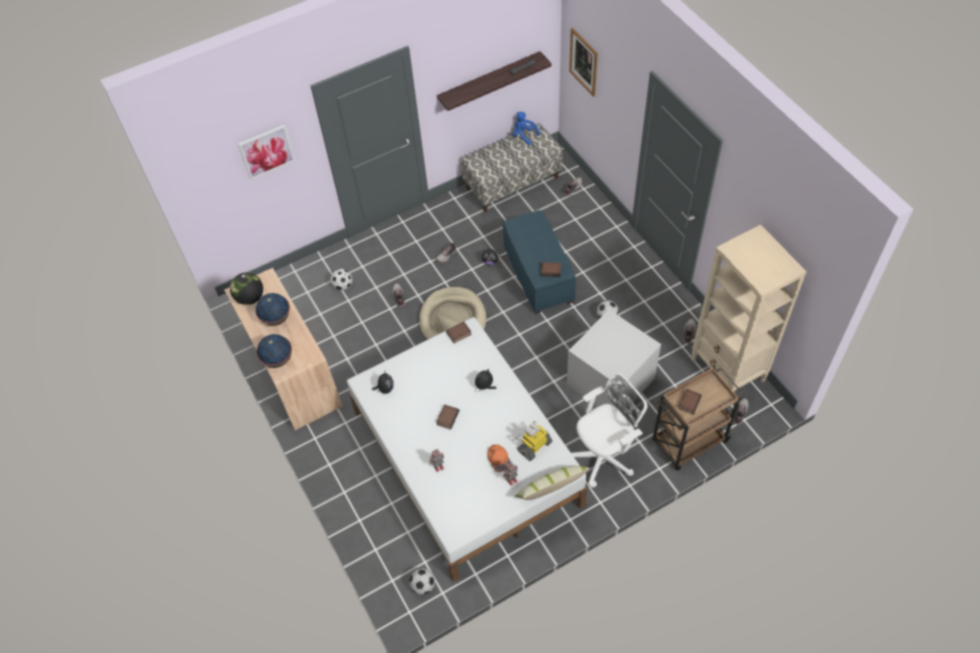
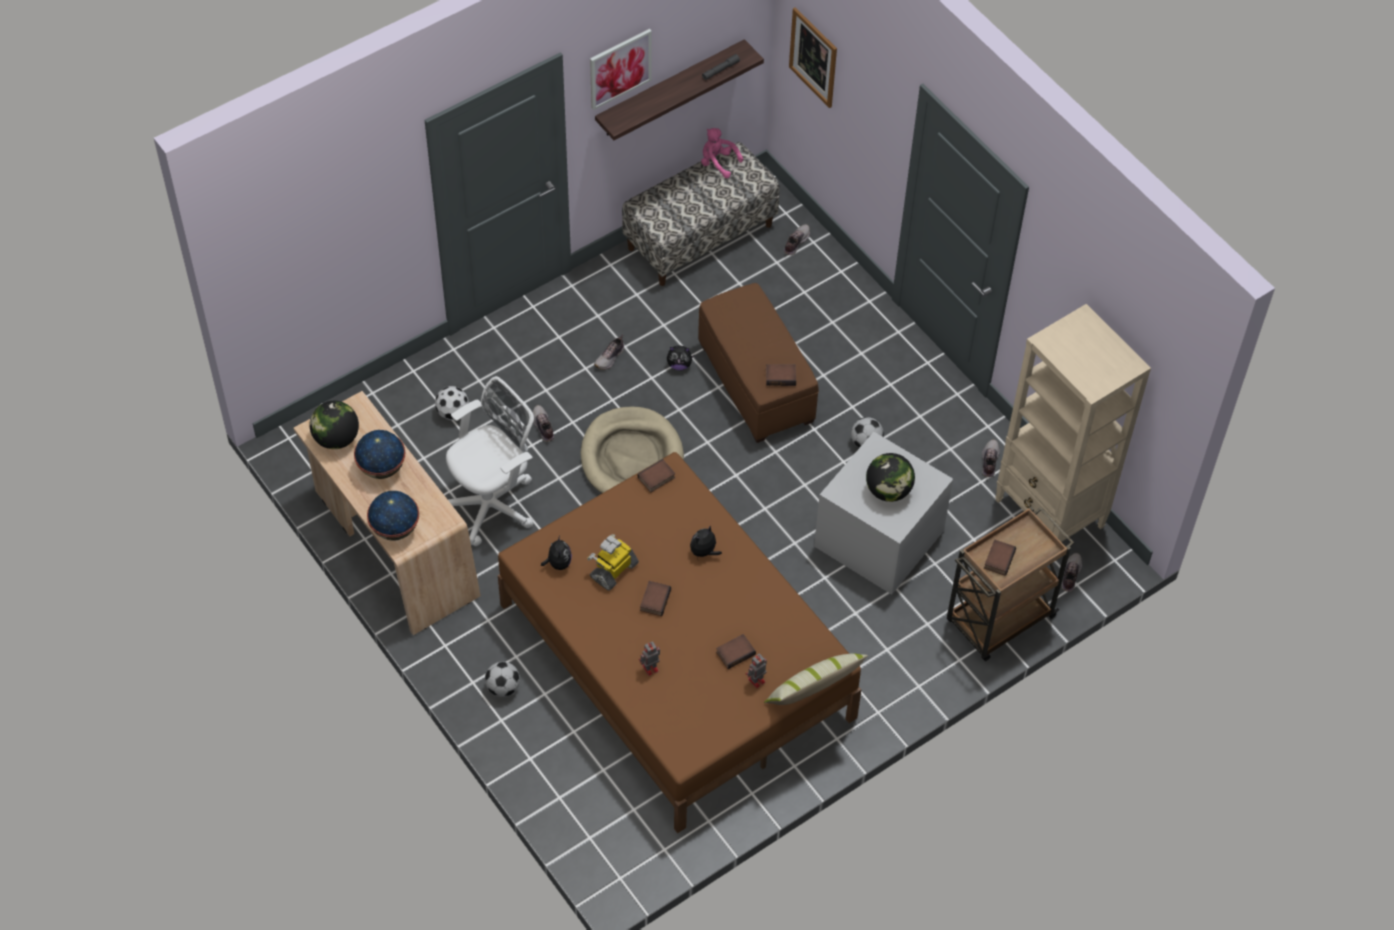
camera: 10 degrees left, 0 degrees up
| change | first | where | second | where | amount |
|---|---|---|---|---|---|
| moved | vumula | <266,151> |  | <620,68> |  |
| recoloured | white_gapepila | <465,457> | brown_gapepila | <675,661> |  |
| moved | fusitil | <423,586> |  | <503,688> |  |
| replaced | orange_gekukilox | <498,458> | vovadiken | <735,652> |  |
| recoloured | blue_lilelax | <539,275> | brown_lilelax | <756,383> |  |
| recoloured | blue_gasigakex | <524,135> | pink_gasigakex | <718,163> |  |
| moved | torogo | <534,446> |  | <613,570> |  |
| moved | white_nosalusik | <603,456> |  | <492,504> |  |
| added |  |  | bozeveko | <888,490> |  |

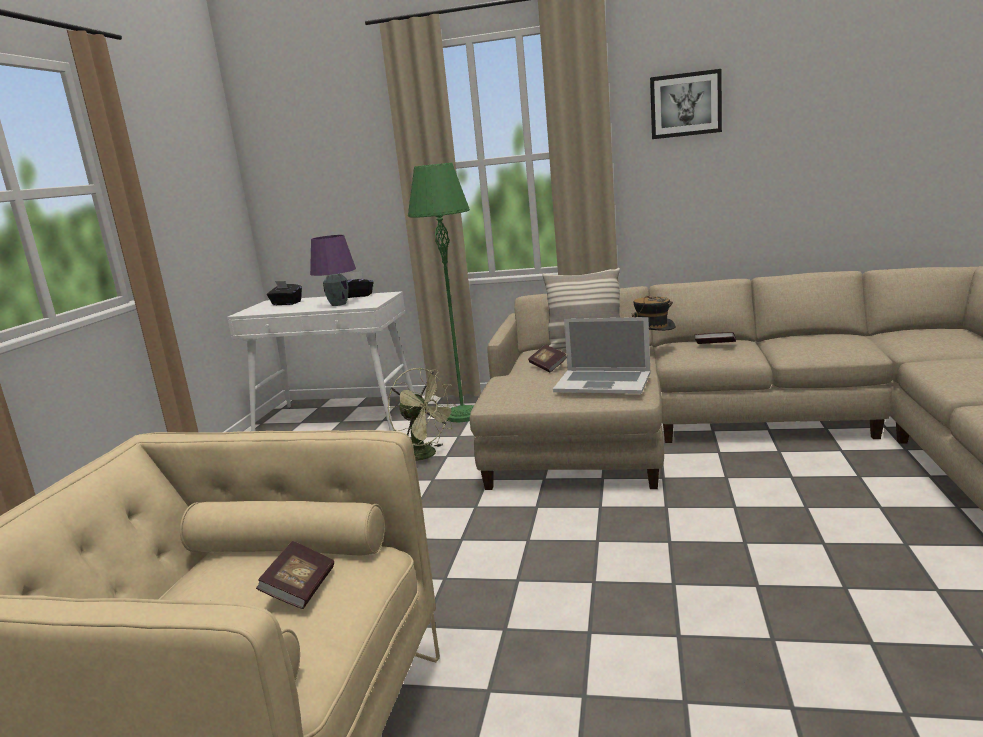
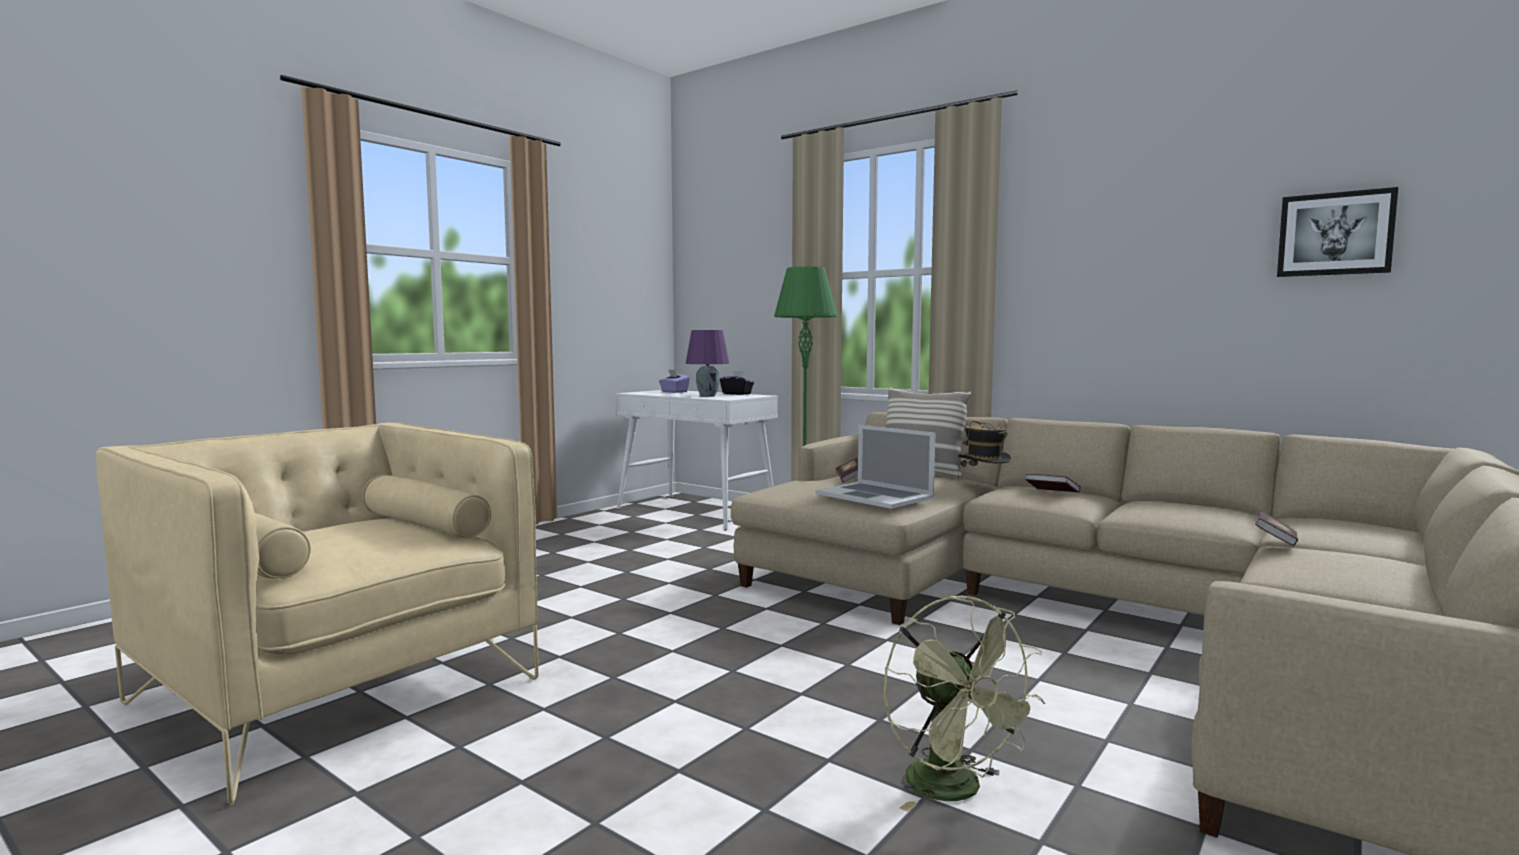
camera: 25 degrees right, 10 degrees down
| change | first | where | second | where | amount |
|---|---|---|---|---|---|
| moved | vovadiken | <300,589> |  | <1275,541> |  |
| recoloured | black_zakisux | <286,303> | purple_zakisux | <674,392> |  |
| moved | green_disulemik | <426,455> |  | <956,791> |  |
| moved | vumula | <685,105> |  | <1335,234> |  |

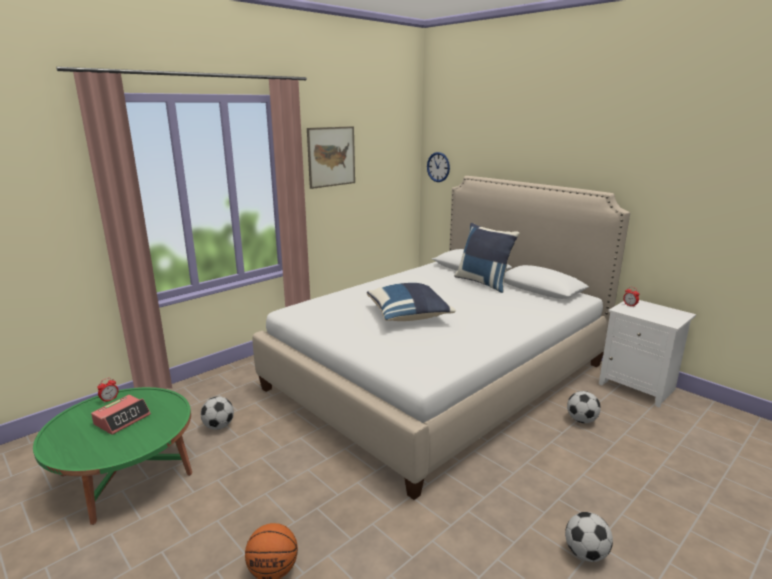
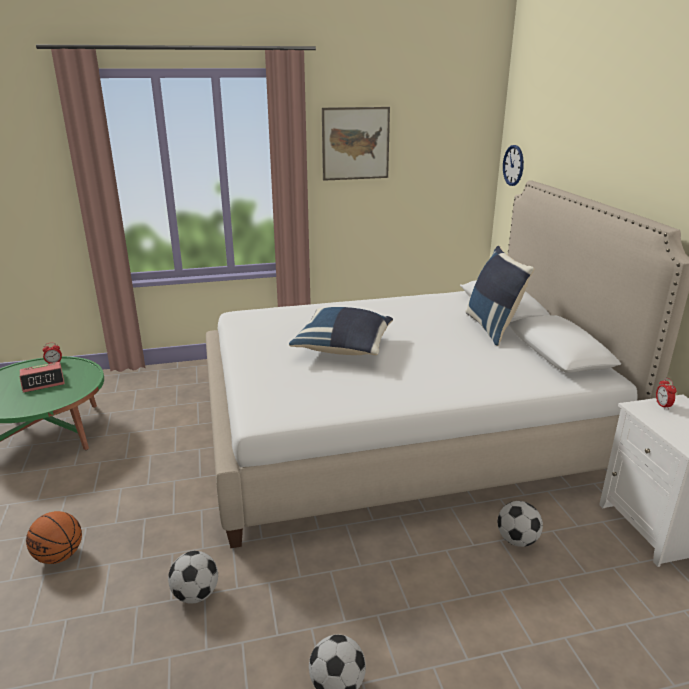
camera: 30 degrees right, 5 degrees up
| change | first | where | second | where | amount |
|---|---|---|---|---|---|
| moved | fusitil | <219,426> |  | <195,595> |  |

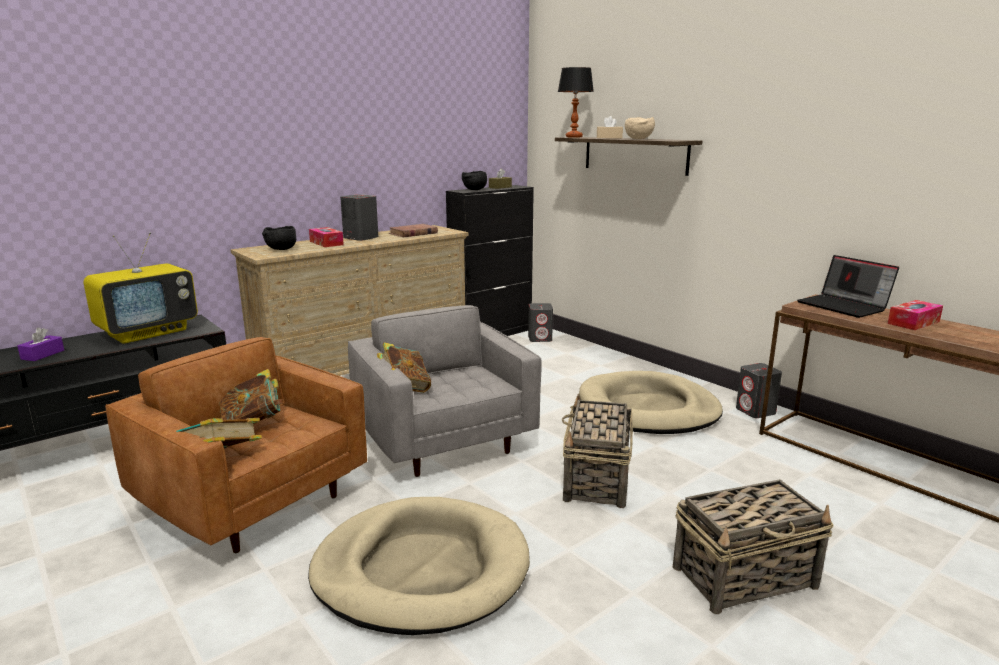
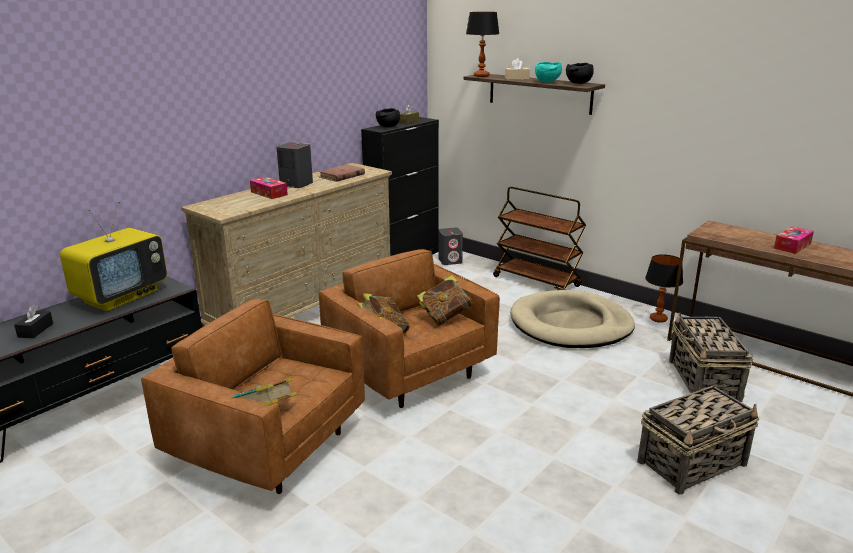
camera: 10 degrees left, 5 degrees up
| change | first | where | second | where | amount |
|---|---|---|---|---|---|
| recoloured | purple_zakisux | <43,355> | black_zakisux | <35,330> |  |
| moved | vovadiken | <253,424> |  | <445,317> |  |
| moved | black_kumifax | <281,249> |  | <578,83> |  |
| removed | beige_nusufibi | <421,570> |  |  |  |
| recoloured | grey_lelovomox | <443,442> | brown_lelovomox | <409,373> |  |
| moved | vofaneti | <596,480> |  | <704,381> |  |
| recoloured | beige_kumifax | <639,139> | turquoise_kumifax | <548,82> |  |
| replaced | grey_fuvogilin | <756,411> | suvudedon | <658,319> |  |
| removed | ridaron | <844,306> |  |  |  |
| added |  |  | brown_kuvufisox | <537,281> |  |

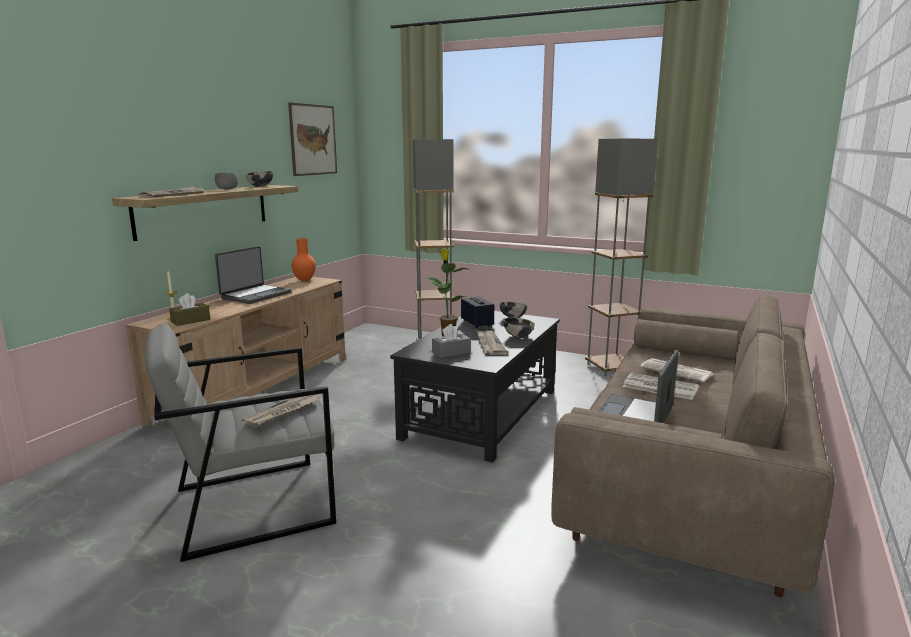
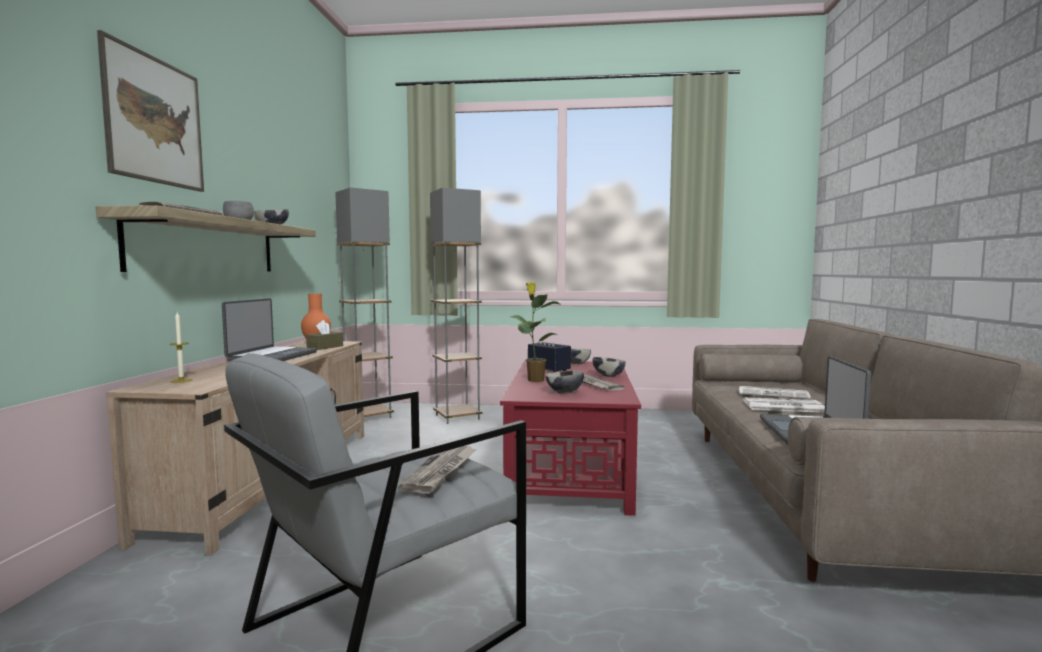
camera: 20 degrees left, 10 degrees down
| change | first | where | second | where | amount |
|---|---|---|---|---|---|
| moved | brown_zakisux | <190,321> |  | <325,347> |  |
| moved | vumula | <313,140> |  | <155,120> |  |
| recoloured | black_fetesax | <481,413> | red_fetesax | <569,469> |  |
| replaced | grey_zakisux | <451,352> | kumifax | <564,393> |  |
| moved | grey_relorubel | <610,368> |  | <368,417> |  |

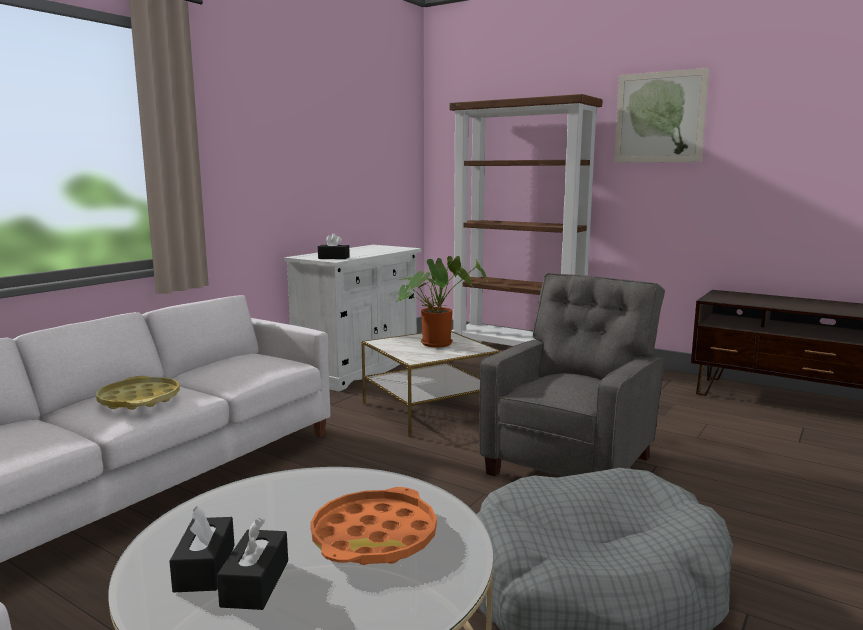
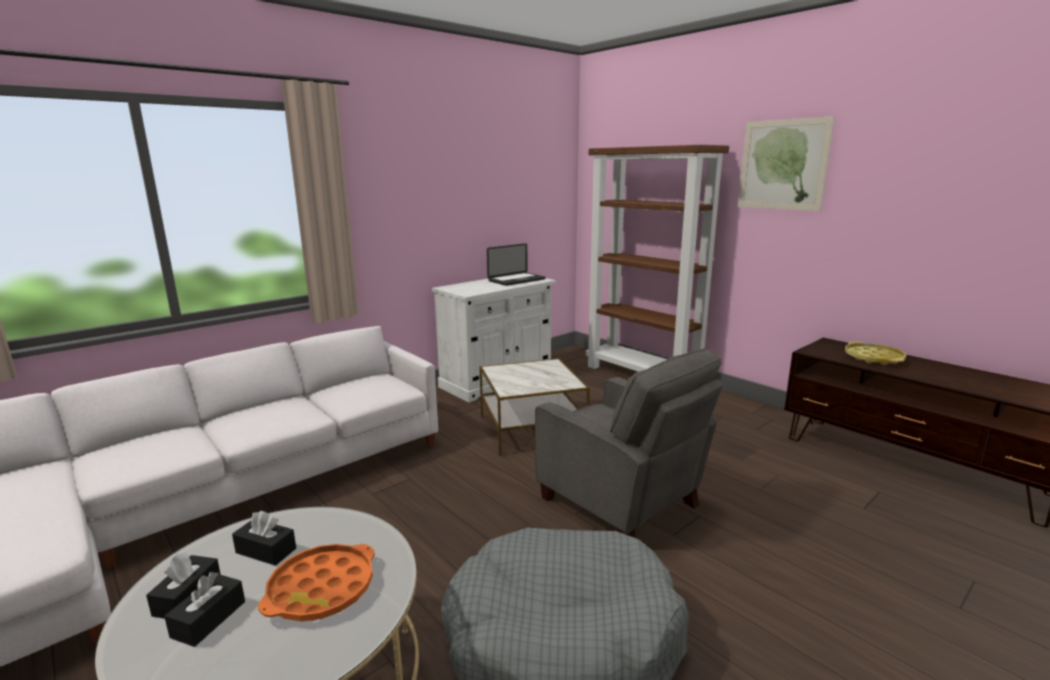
camera: 15 degrees right, 5 degrees up
| change | first | where | second | where | amount |
|---|---|---|---|---|---|
| moved | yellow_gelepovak | <139,400> |  | <873,358> |  |
| moved | black_zakisux | <333,258> |  | <266,550> |  |
| removed | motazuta | <438,343> |  |  |  |
| turned | grey_lelovomox | <572,464> |  | <622,503> | 90 degrees clockwise |
| added |  |  | ridaron | <516,280> |  |

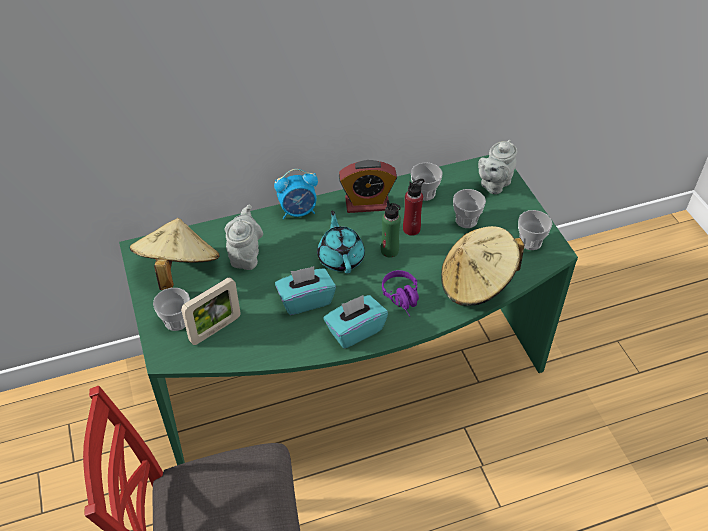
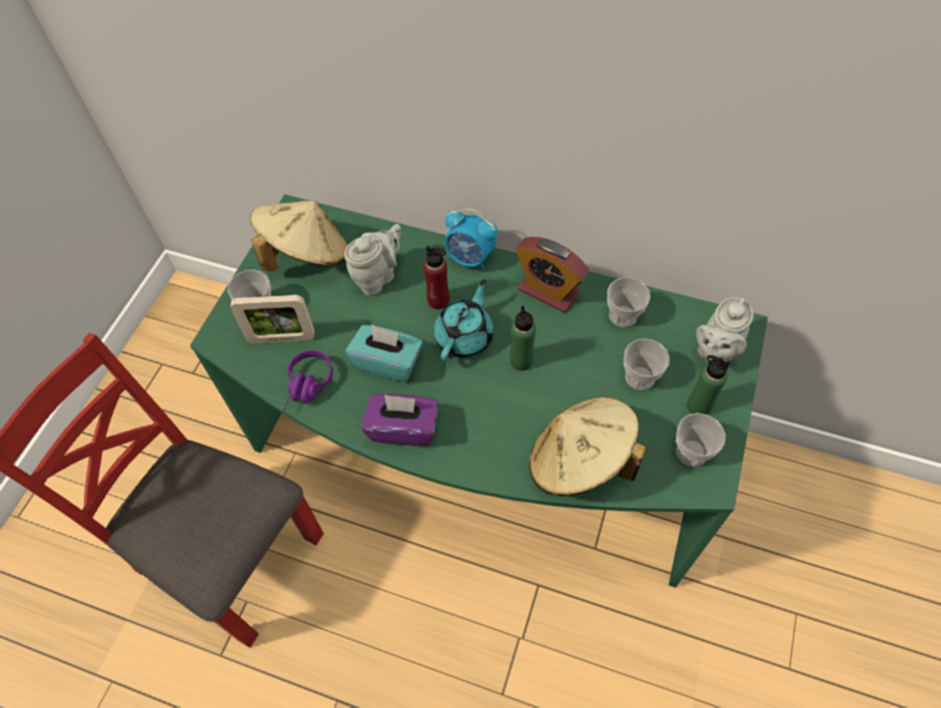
camera: 40 degrees right, 10 degrees up
| change | first | where | second | where | amount |
|---|---|---|---|---|---|
| recoloured | turquoise_zakisux | <355,330> | purple_zakisux | <403,428> |  |
| moved | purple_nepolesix | <403,299> |  | <308,388> |  |
| moved | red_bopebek | <411,229> |  | <438,300> |  |
| turned | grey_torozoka | <493,185> |  | <715,352> | 45 degrees counterclockwise |
| added |  |  | green_bopebek | <698,406> |  |

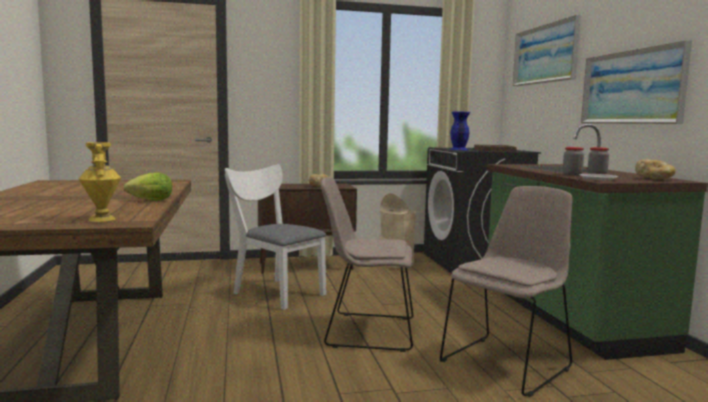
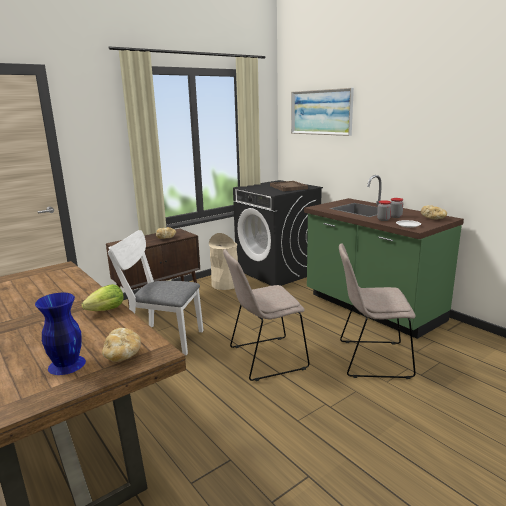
camera: 25 degrees left, 10 degrees up
| change | first | where | second | where | amount |
|---|---|---|---|---|---|
| replaced | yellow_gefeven | <102,219> | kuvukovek | <122,355> |  |
| turned | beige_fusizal | <507,363> |  | <371,359> | 105 degrees counterclockwise |
| moved | blue_gefeven | <458,149> |  | <66,365> |  |
| removed | vumula | <631,87> |  |  |  |

